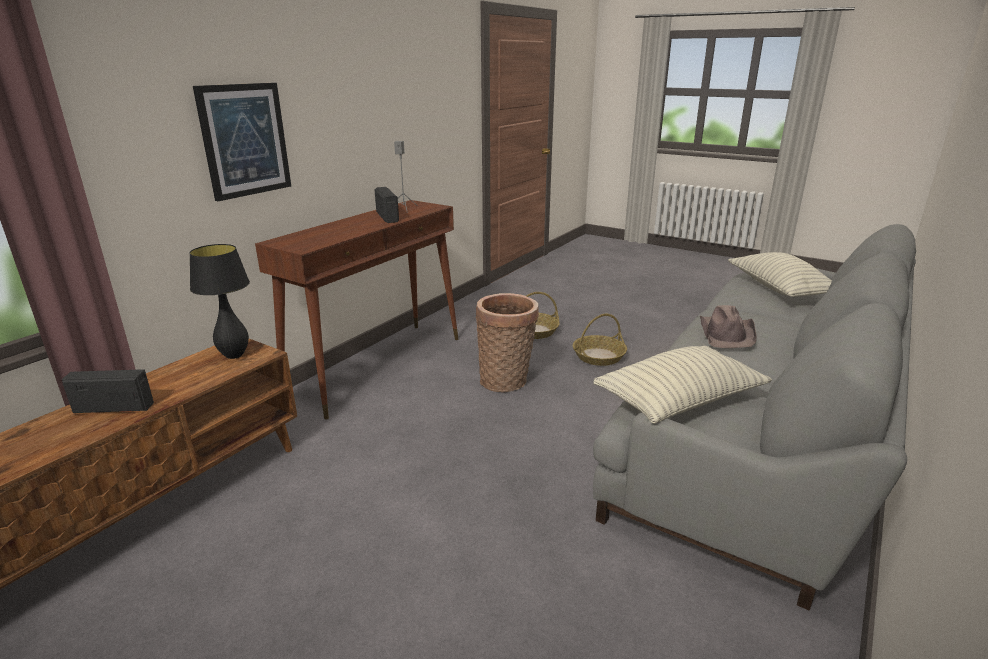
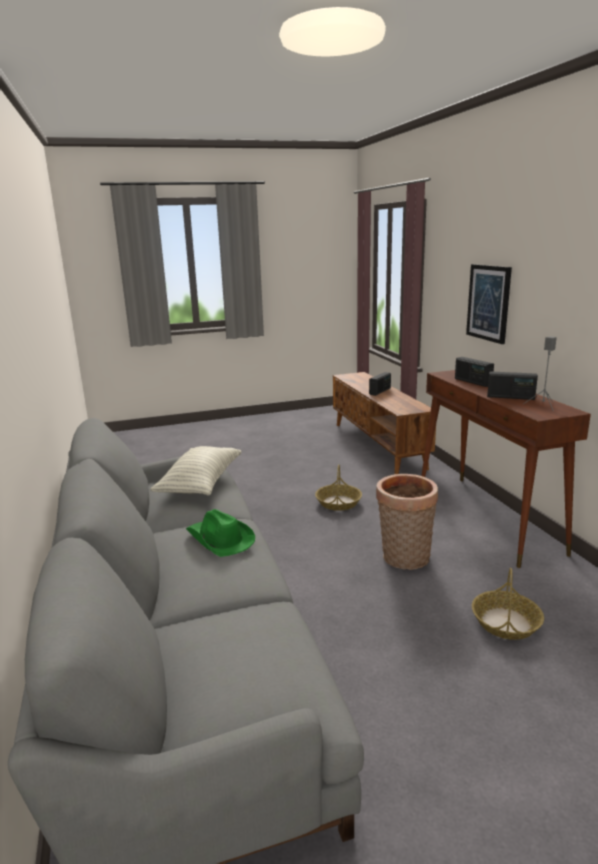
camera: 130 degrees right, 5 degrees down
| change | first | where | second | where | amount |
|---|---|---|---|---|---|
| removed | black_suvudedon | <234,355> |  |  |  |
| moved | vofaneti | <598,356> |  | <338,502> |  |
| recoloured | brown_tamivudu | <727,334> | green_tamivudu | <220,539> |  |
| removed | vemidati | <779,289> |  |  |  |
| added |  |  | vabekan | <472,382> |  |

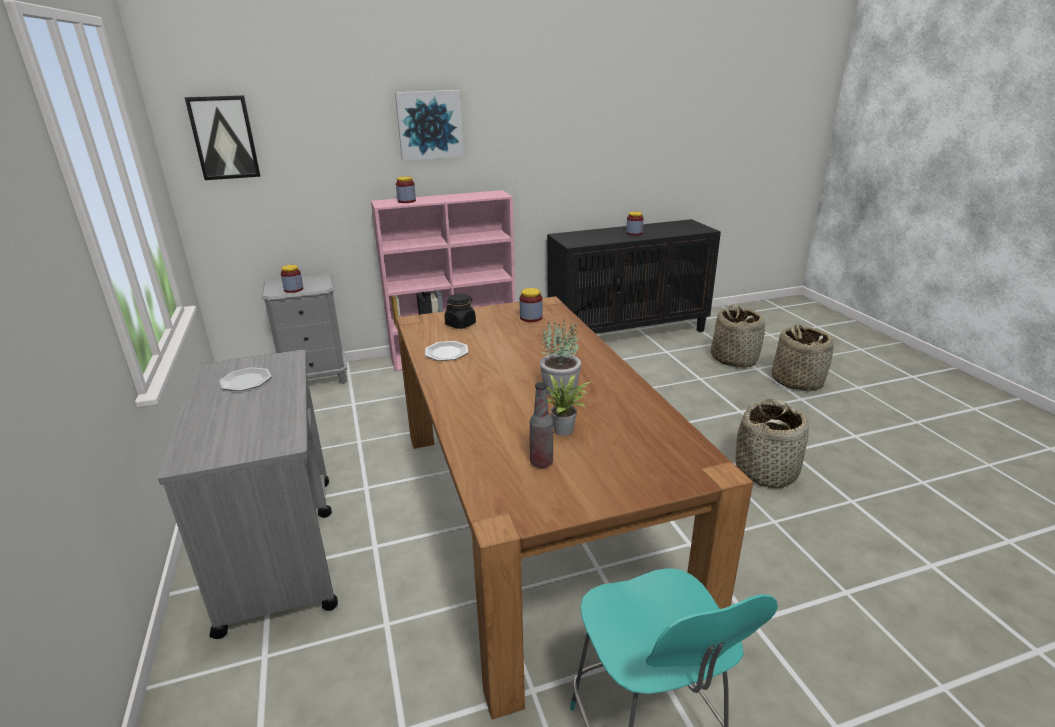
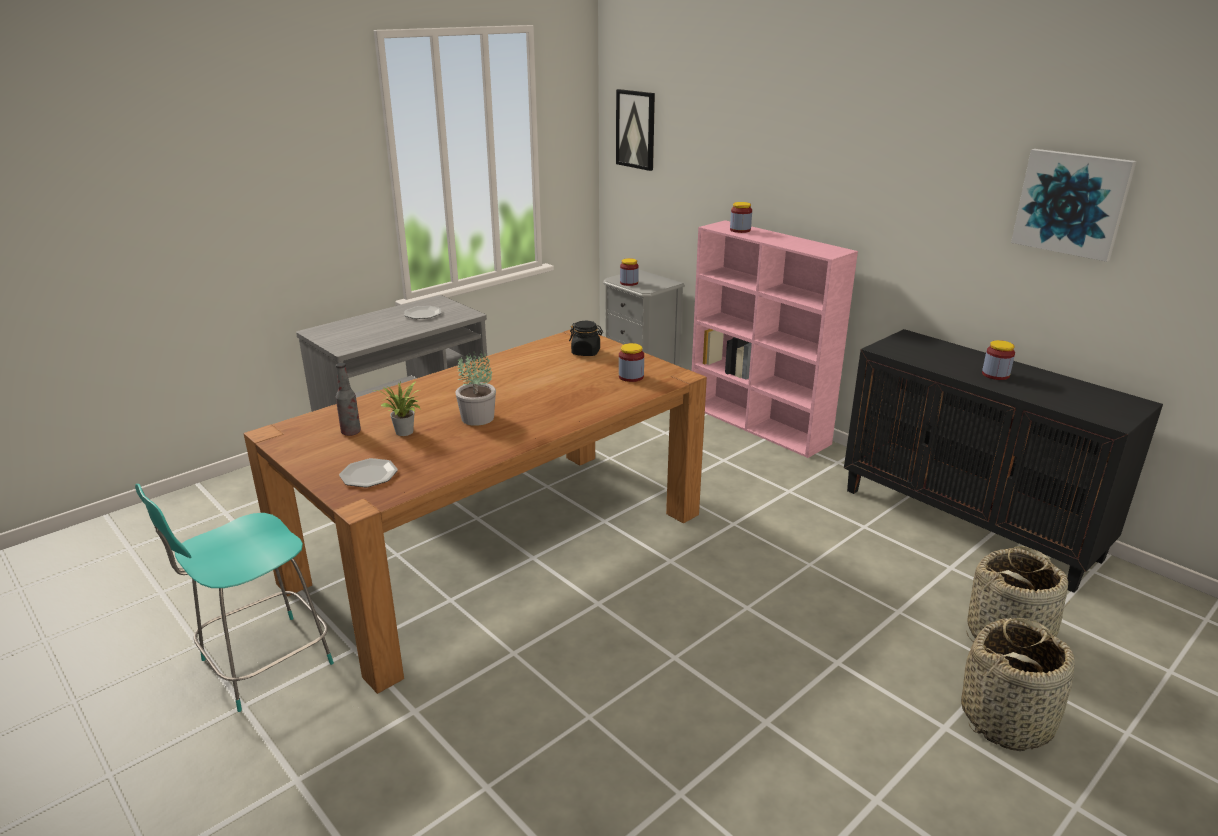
camera: 65 degrees right, 0 degrees up
| change | first | where | second | where | amount |
|---|---|---|---|---|---|
| moved | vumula | <430,125> |  | <1071,203> |  |
| moved | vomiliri | <447,352> |  | <369,475> |  |
| removed | vofaneti | <766,471> |  |  |  |

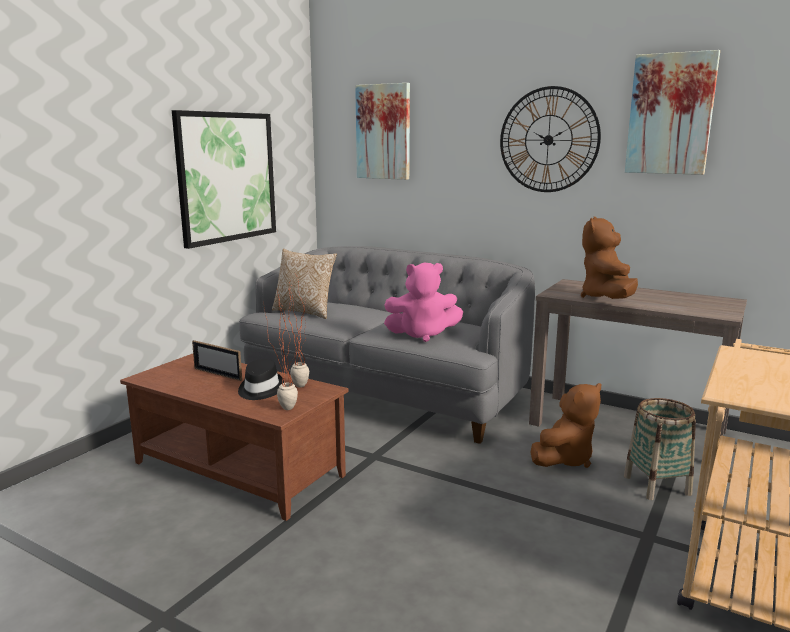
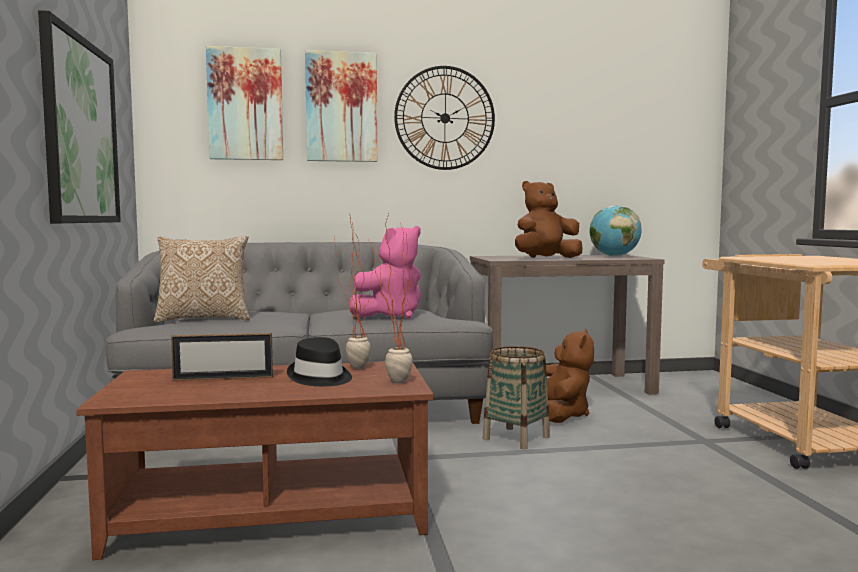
camera: 40 degrees left, 10 degrees down
| change | first | where | second | where | amount |
|---|---|---|---|---|---|
| turned | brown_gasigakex | <607,298> |  | <546,258> | 90 degrees clockwise |
| moved | vofaneti | <657,485> |  | <516,438> |  |
| moved | vumula | <670,114> |  | <341,107> |  |
| added |  |  | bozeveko | <614,256> |  |

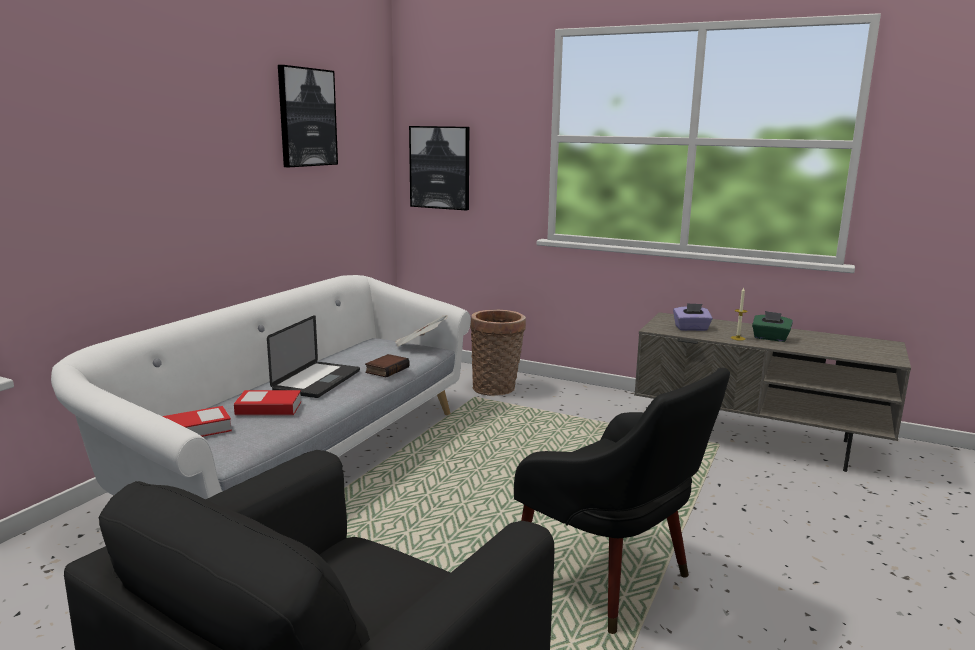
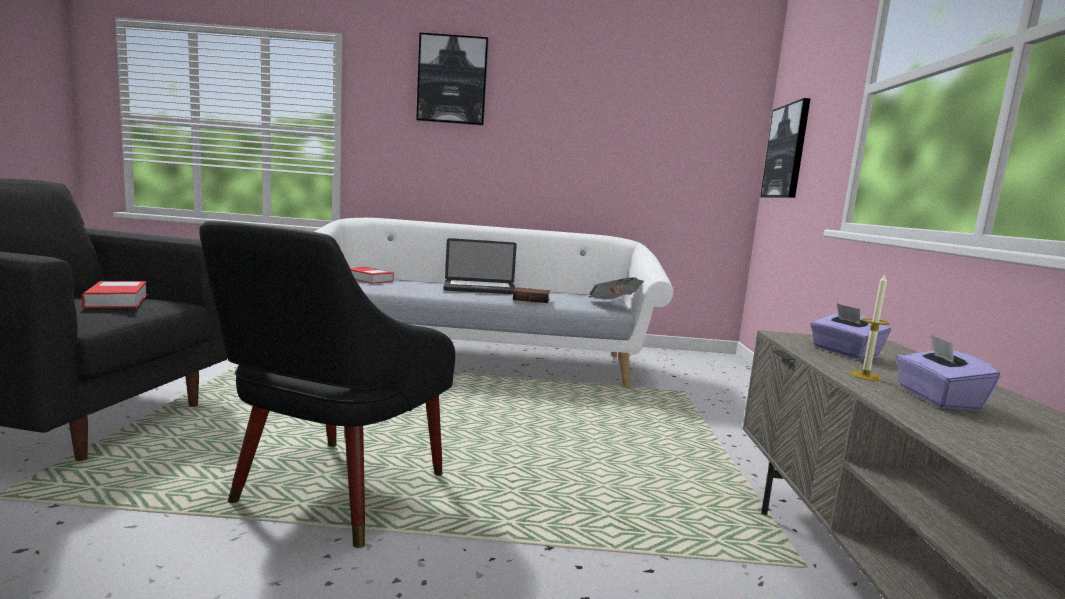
camera: 65 degrees right, 5 degrees down
| change | first | where | second | where | amount |
|---|---|---|---|---|---|
| moved | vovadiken | <268,408> |  | <117,301> |  |
| moved | vumula | <307,117> |  | <452,80> |  |
| removed | vofaneti | <497,389> |  |  |  |
| recoloured | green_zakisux | <770,338> | purple_zakisux | <936,399> |  |

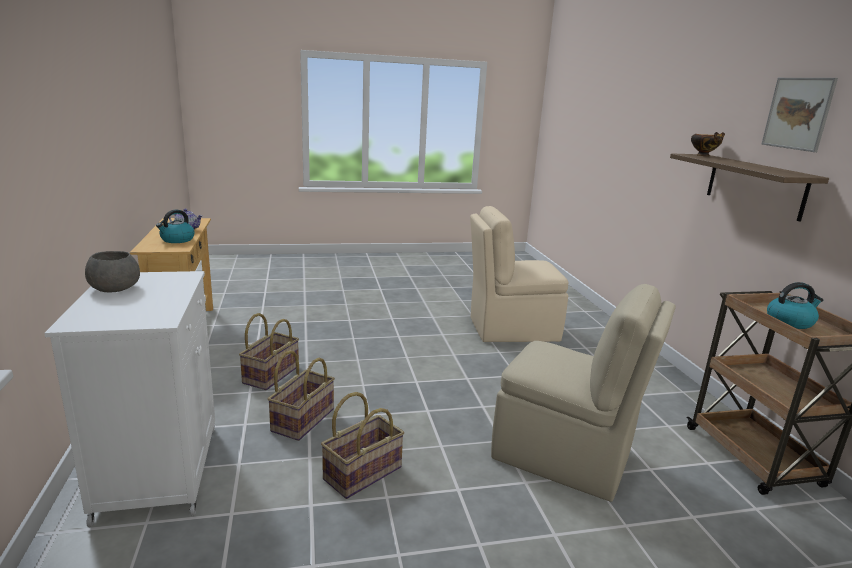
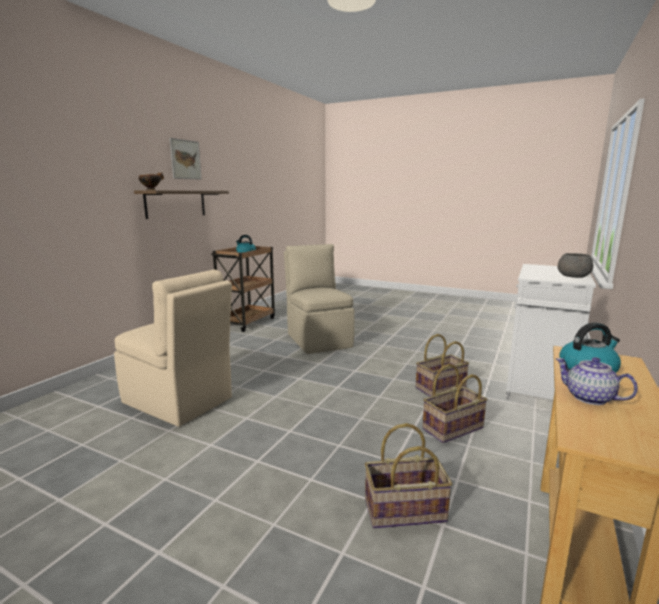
camera: 140 degrees left, 5 degrees down
| change | first | where | second | where | amount |
|---|---|---|---|---|---|
| moved | vofaneti | <362,472> |  | <404,511> |  |

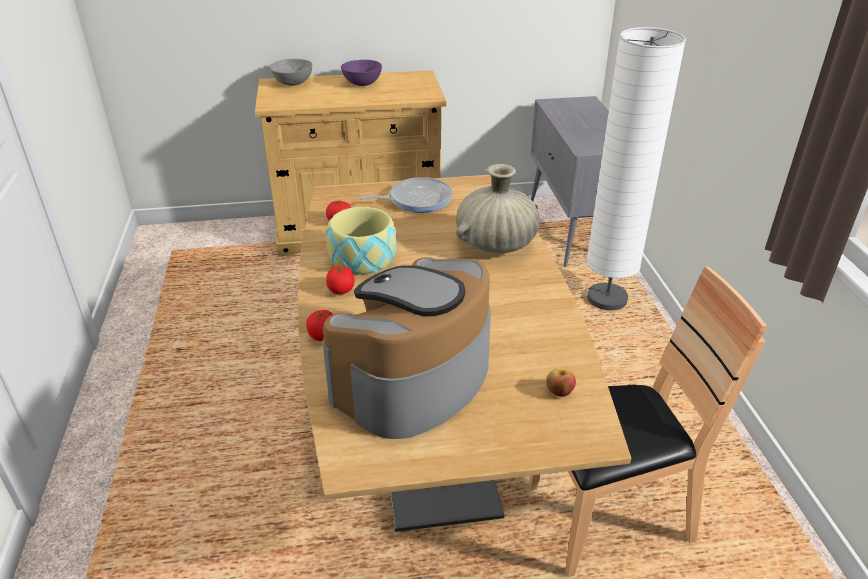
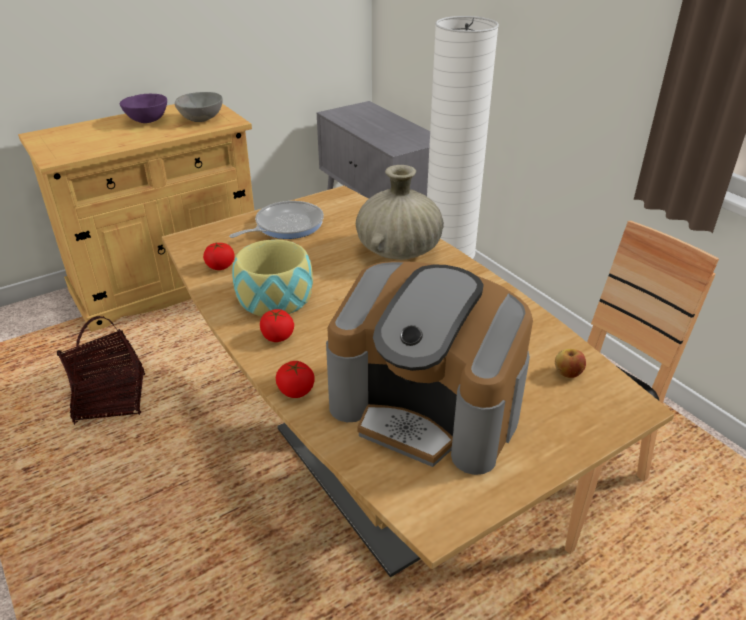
camera: 25 degrees left, 0 degrees up
| change | first | where | second | where | amount |
|---|---|---|---|---|---|
| moved | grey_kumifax | <293,84> |  | <202,120> |  |
| turned | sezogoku | <413,381> |  | <427,408> | 75 degrees counterclockwise |
| added |  |  | vofaneti | <111,399> |  |

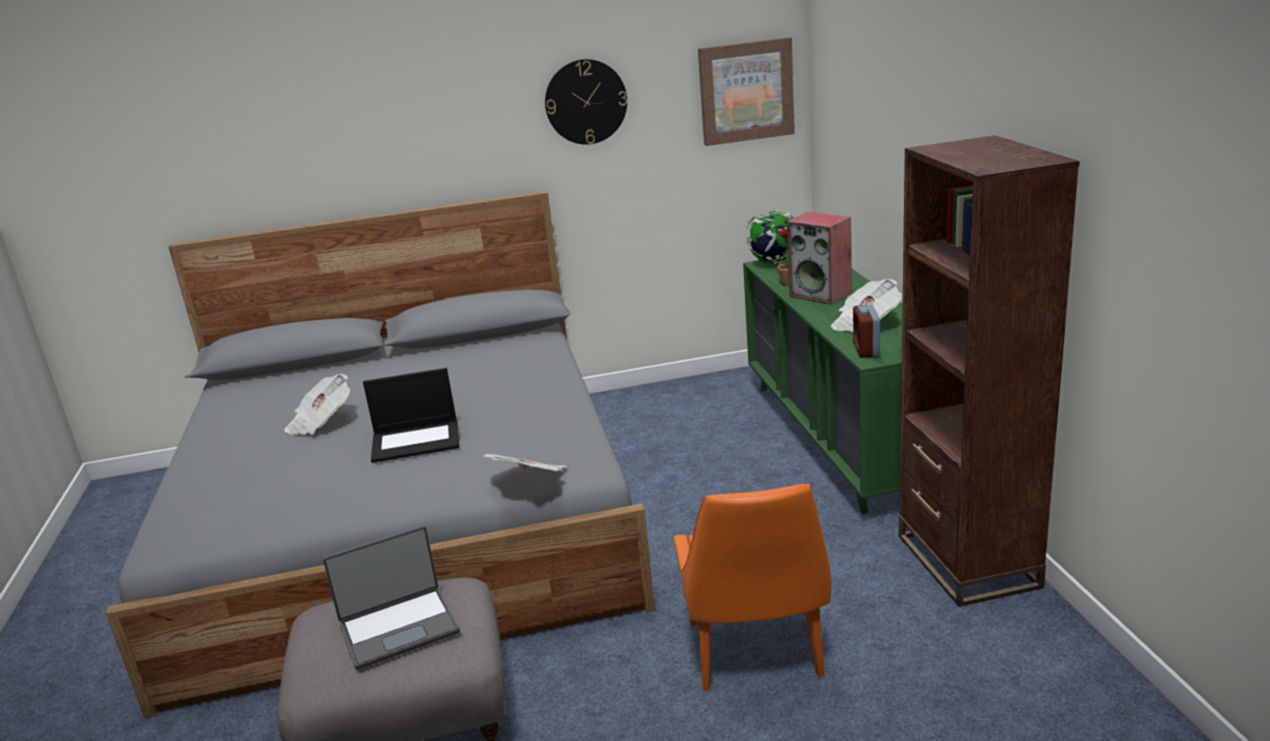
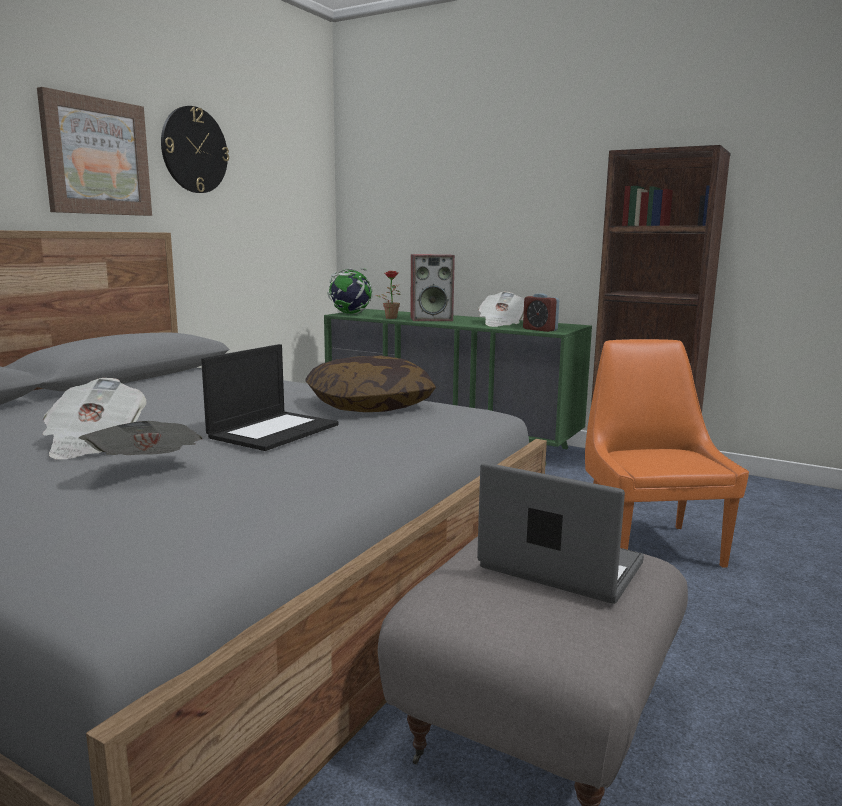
camera: 50 degrees left, 10 degrees down
| change | first | where | second | where | amount |
|---|---|---|---|---|---|
| turned | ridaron | <399,628> |  | <559,567> | 75 degrees counterclockwise |
| moved | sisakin | <530,481> |  | <147,470> |  |
| turned | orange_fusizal | <755,653> |  | <649,546> | 135 degrees counterclockwise |
| moved | vumula | <746,91> |  | <96,157> |  |
| added |  |  | vemidati | <370,405> |  |

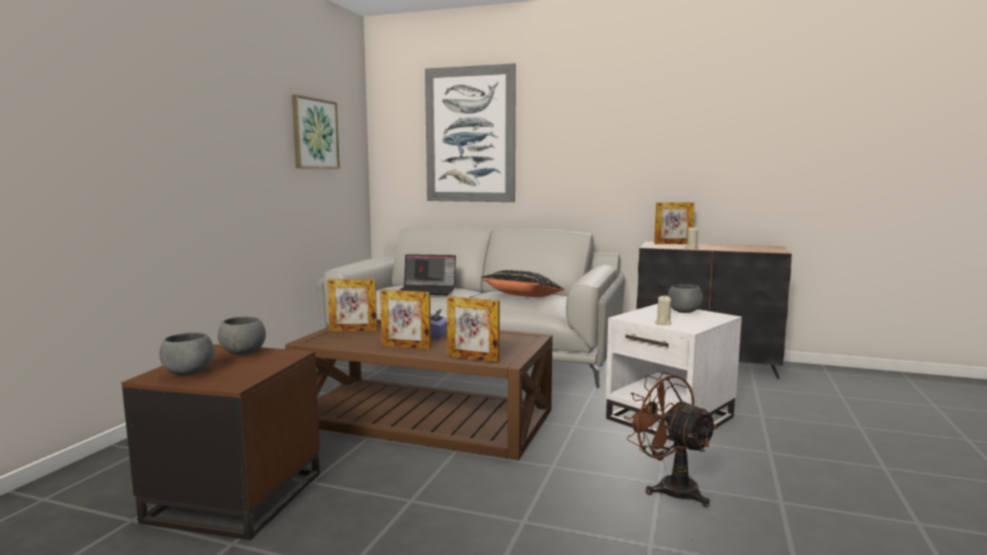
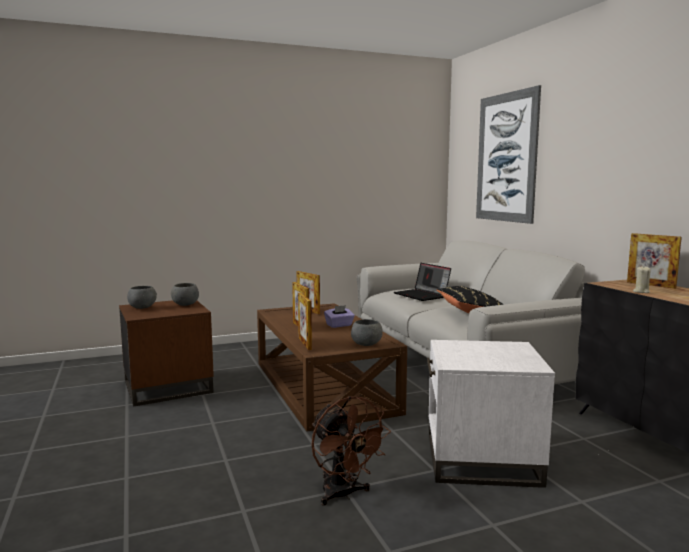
camera: 50 degrees right, 0 degrees up
| change | first | where | second | where | amount |
|---|---|---|---|---|---|
| removed | vumula | <314,133> |  |  |  |
| turned | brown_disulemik | <670,487> |  | <343,494> | 135 degrees clockwise |
| removed | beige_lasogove | <663,323> |  |  |  |
| moved | grey_kumifax | <684,312> |  | <367,345> |  |

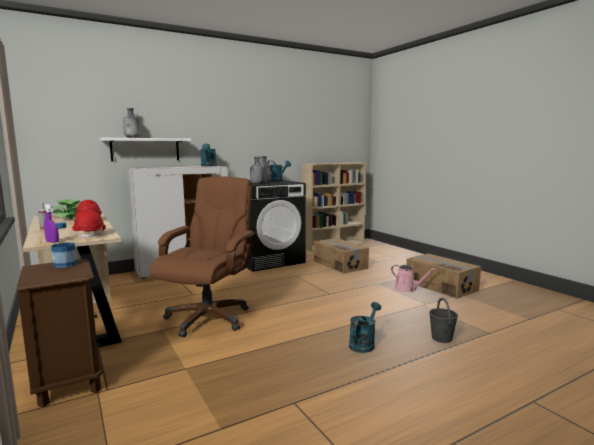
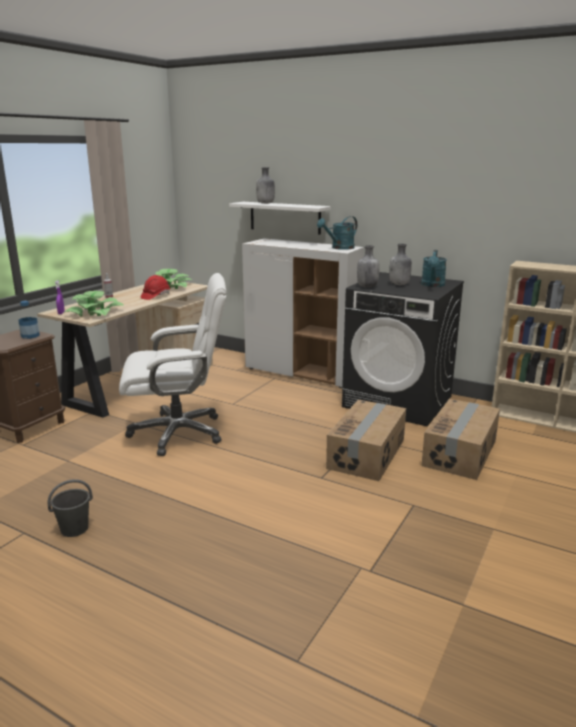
camera: 60 degrees right, 10 degrees up
| change | first | where | second | where | amount |
|---|---|---|---|---|---|
| replaced | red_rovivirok | <90,235> | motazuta | <95,313> |  |
| recoloured | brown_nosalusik | <208,318> | white_nosalusik | <179,432> |  |
| removed | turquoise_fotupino | <363,344> |  |  |  |
| removed | pink_fotupino | <407,289> |  |  |  |
| moved | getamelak | <441,286> |  | <367,454> |  |
| moved | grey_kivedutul | <442,338> |  | <74,529> |  |

